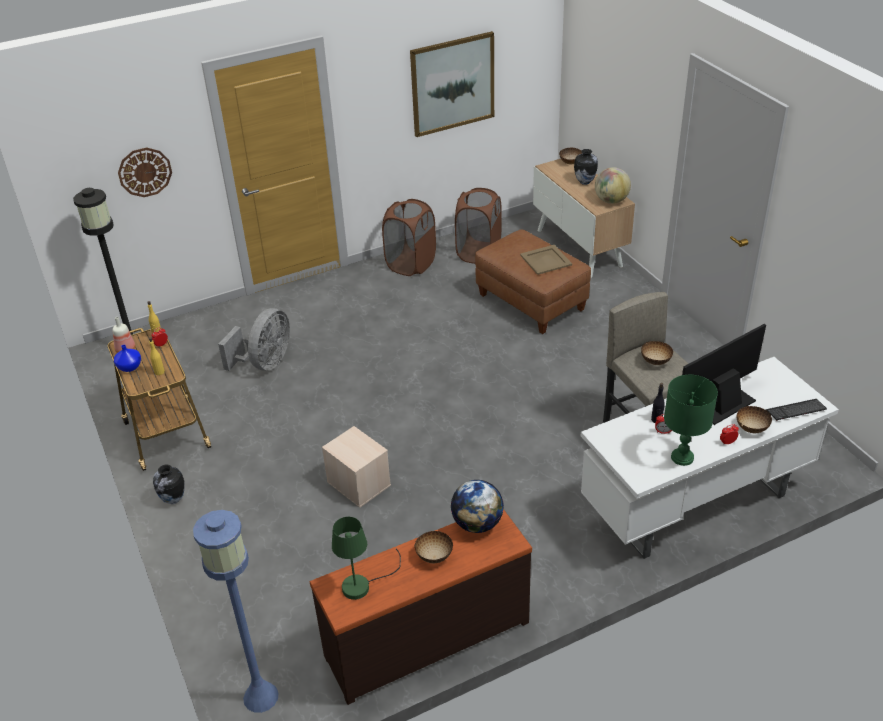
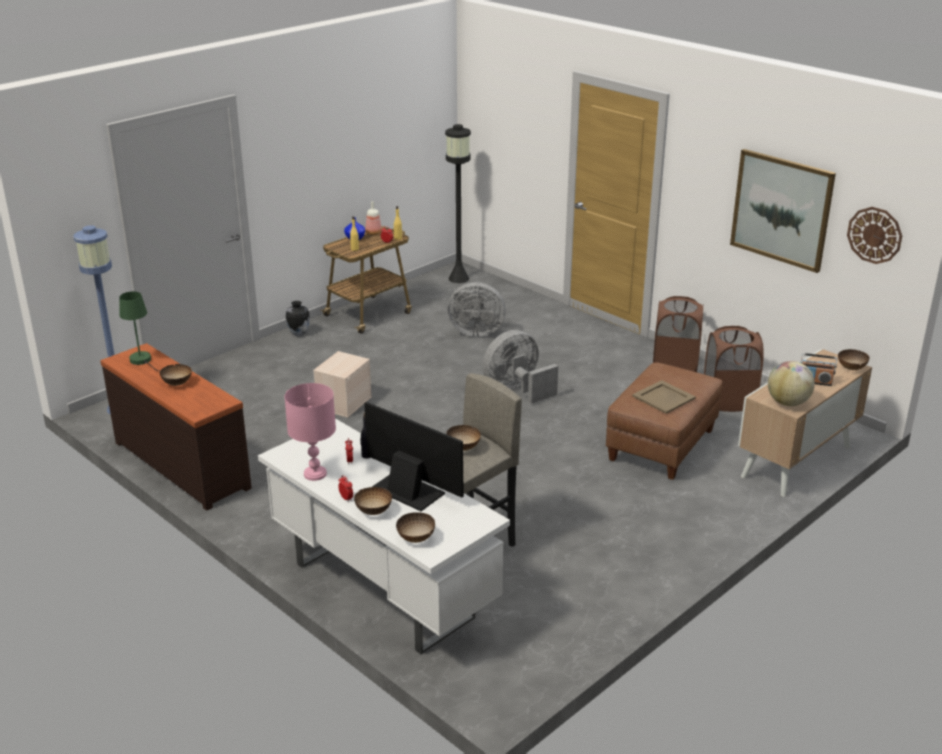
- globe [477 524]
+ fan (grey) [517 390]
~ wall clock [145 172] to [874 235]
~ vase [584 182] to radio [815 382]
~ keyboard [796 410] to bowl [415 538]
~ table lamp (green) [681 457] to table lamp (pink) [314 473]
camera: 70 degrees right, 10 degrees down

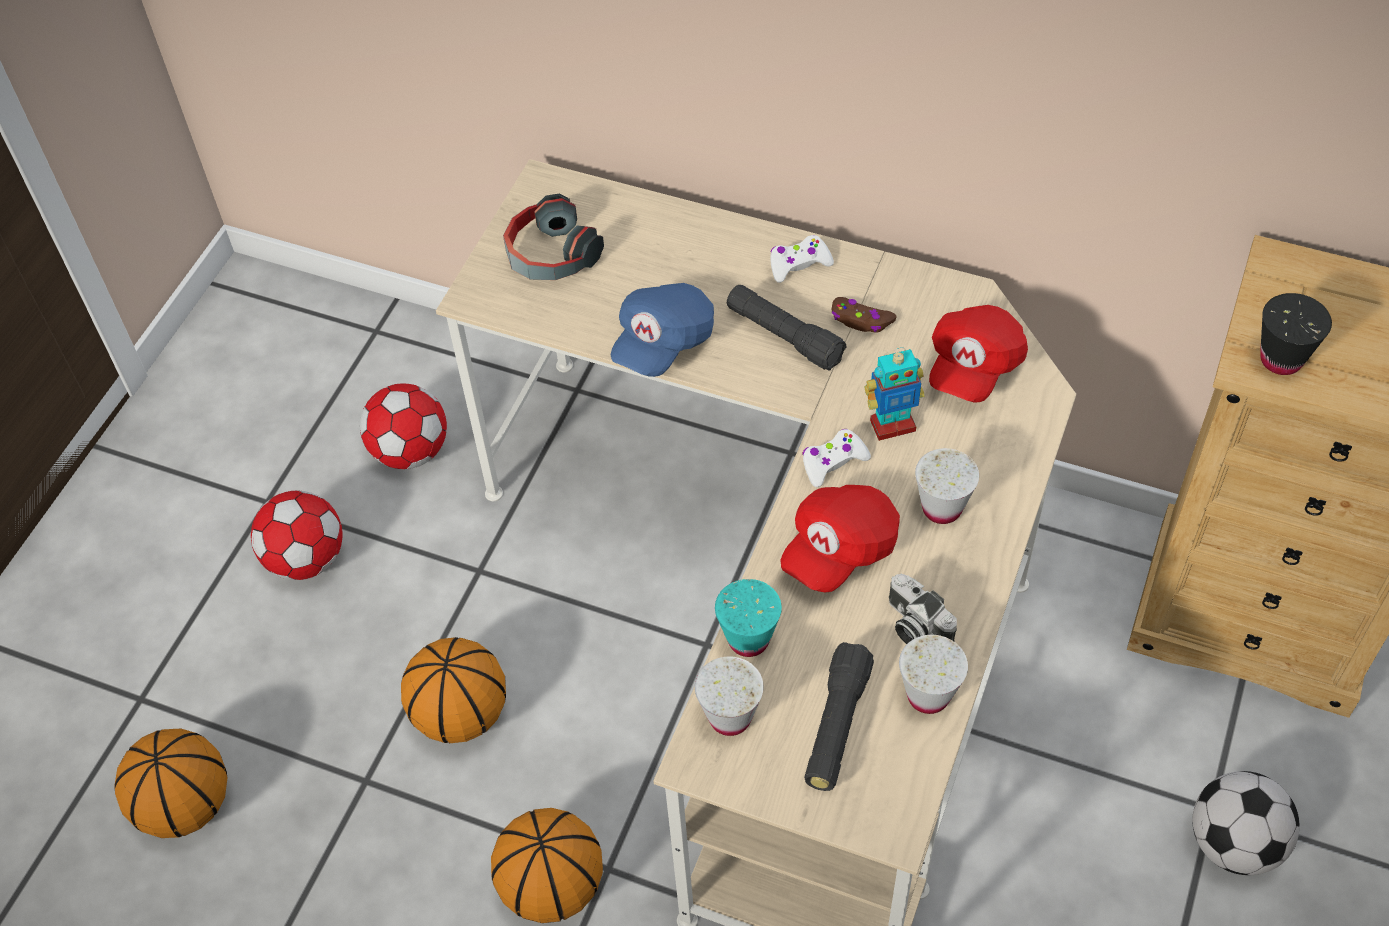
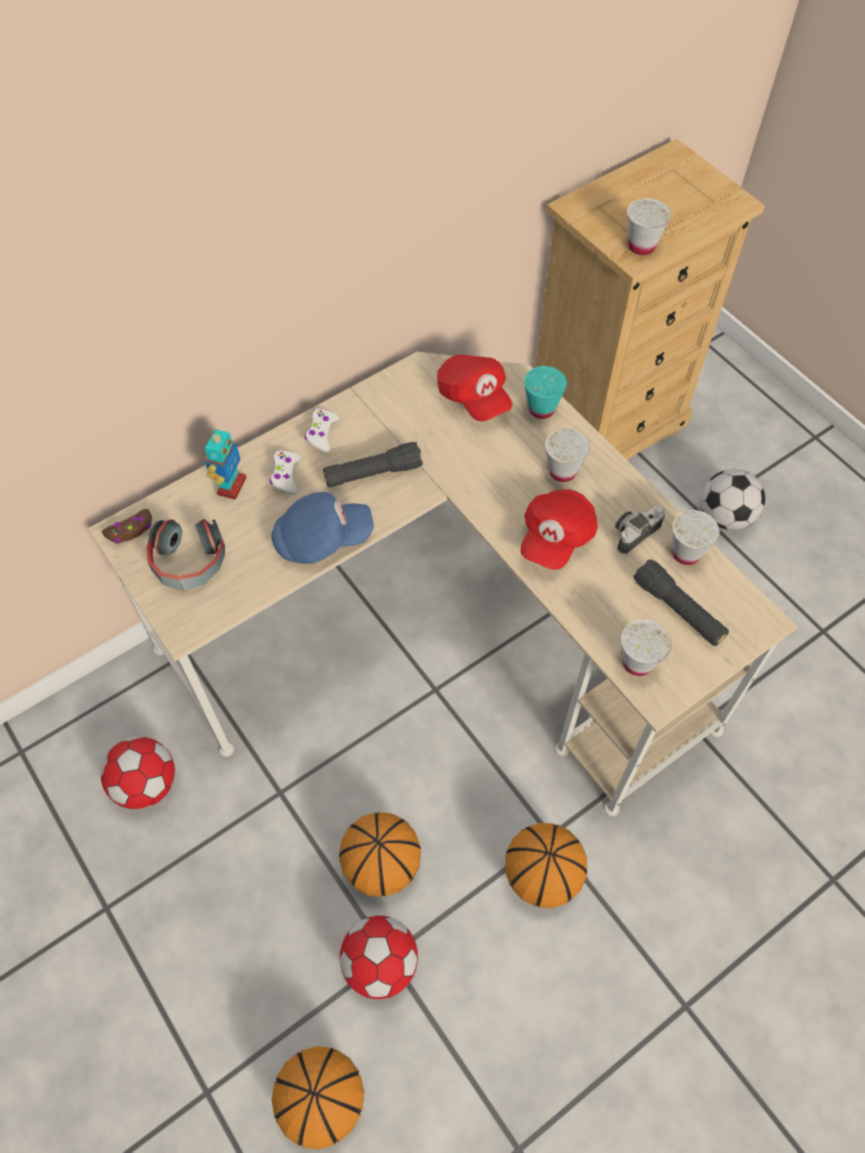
~ football [306 559] to [380 963]
~ cup (turquoise) [748 639] to [541 409]
~ game controller (white) [833 462] to [286 475]
~ game controller (brown) [861 320] to [131 530]
~ toy robot [892 425] to [231 486]
~ cup (black) [1281 359] to cup (white) [641 246]
~ cap (blue) [663 343] = [322 539] 75 degrees counterclockwise
~ cap (red) [839 549] = [555 537] 45 degrees clockwise
~ photo camera [914 626] = [634 532] 150 degrees clockwise
camera: 60 degrees left, 5 degrees up

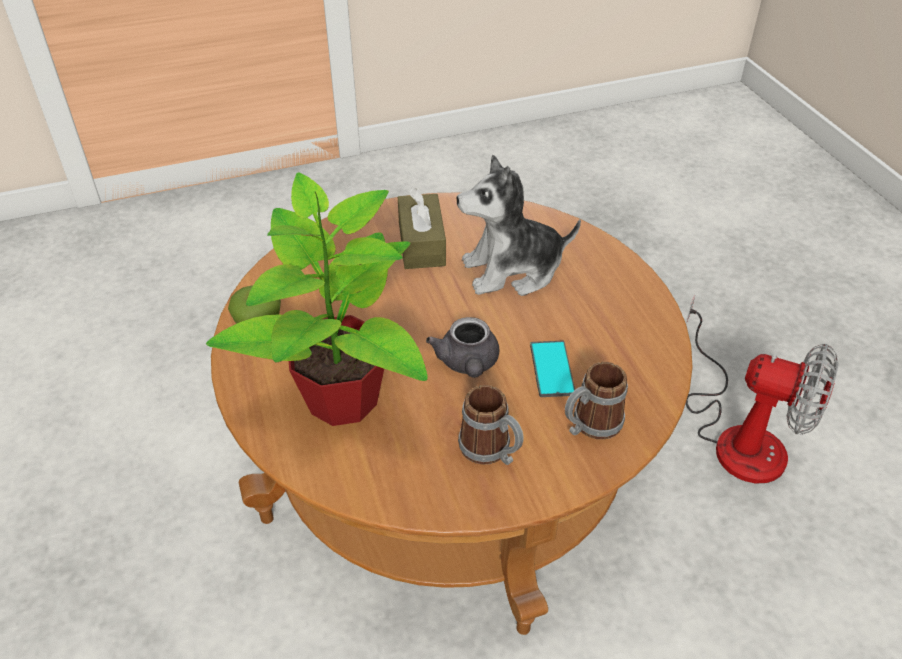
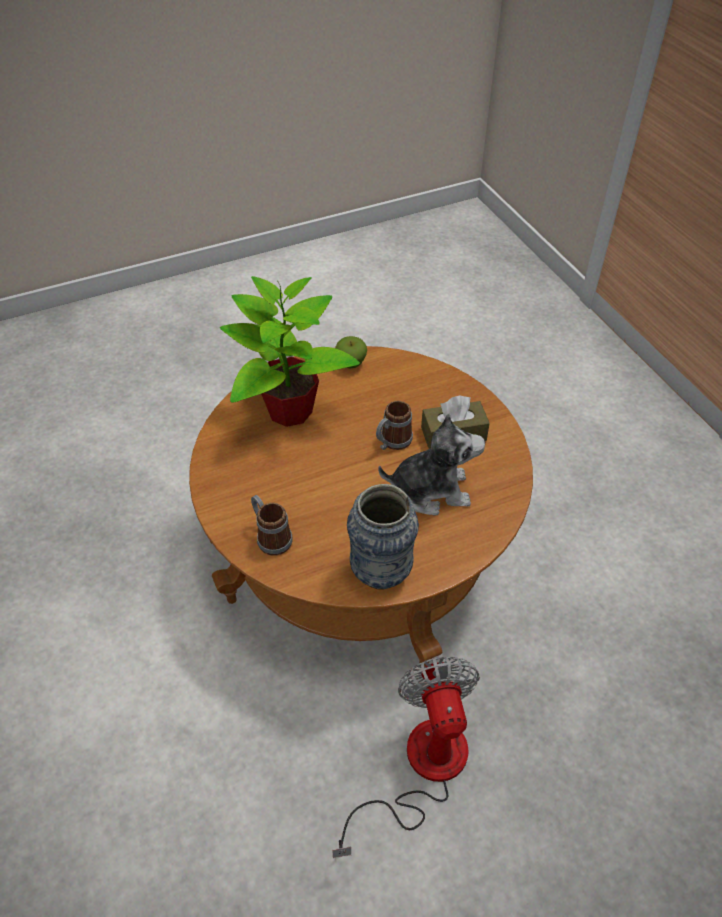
- teapot (grey) [468 364]
- phone [551 369]
+ vase [381 572]
~ mug [491 451] to [392 442]
~ plush toy [512 271] = [431 490] 105 degrees clockwise
~ fan [738 434] = [421 768] 150 degrees clockwise
camera: 85 degrees right, 5 degrees up

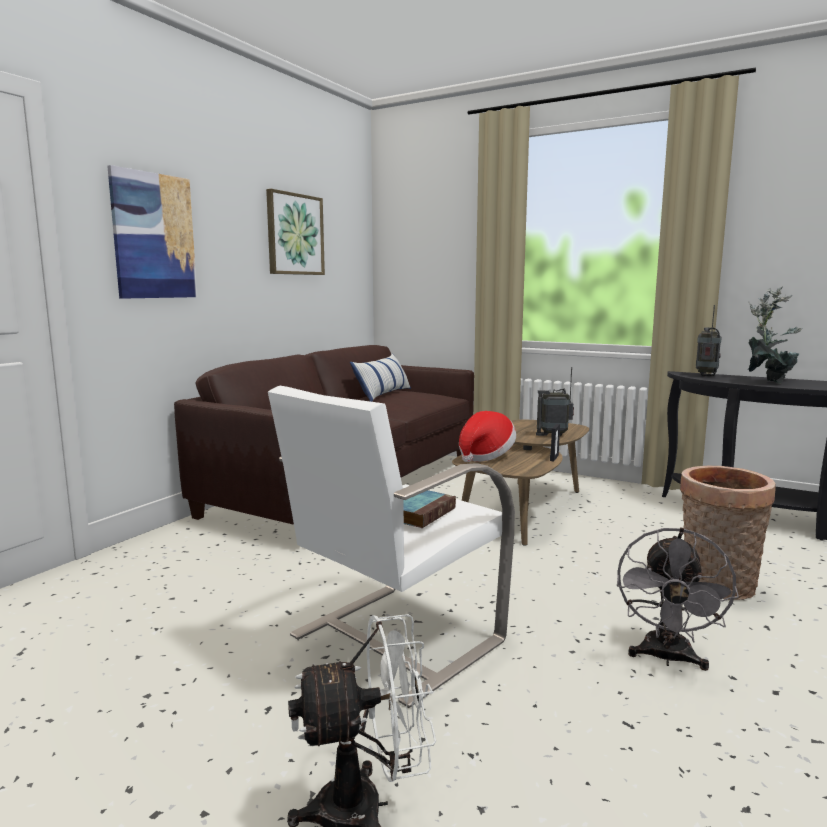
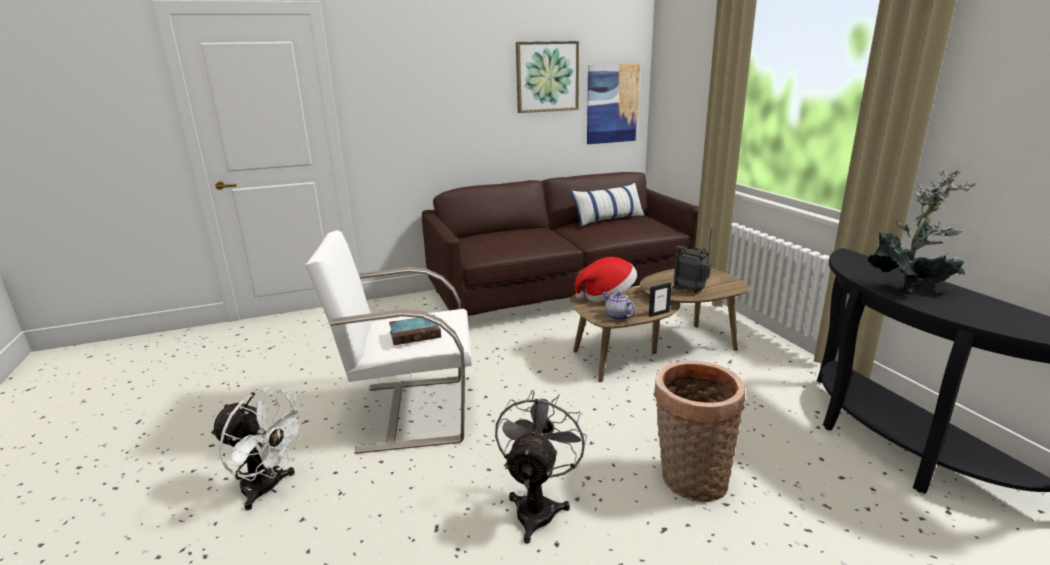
- radio [706 375]
+ teapot [617 317]
~ picture [154 236] to [612 104]
~ fan (grey) [667 658] = [538 507] 135 degrees clockwise
camera: 40 degrees right, 10 degrees up

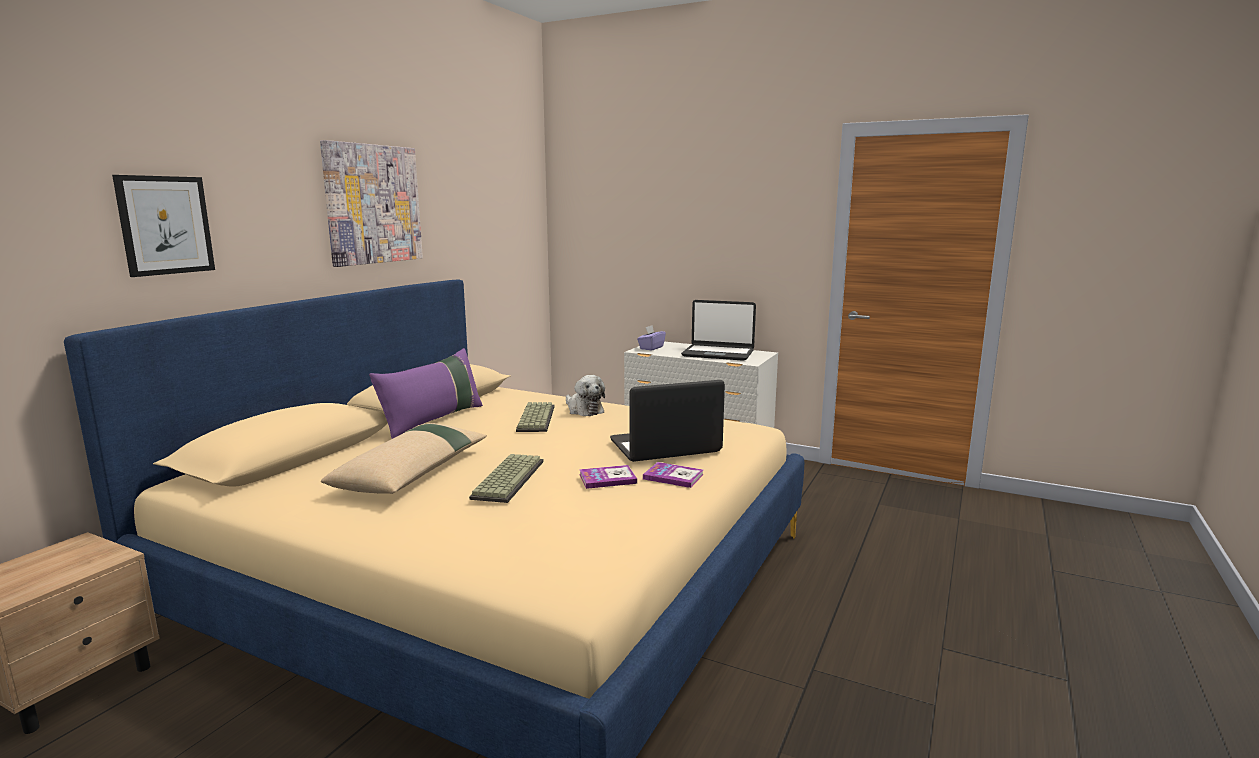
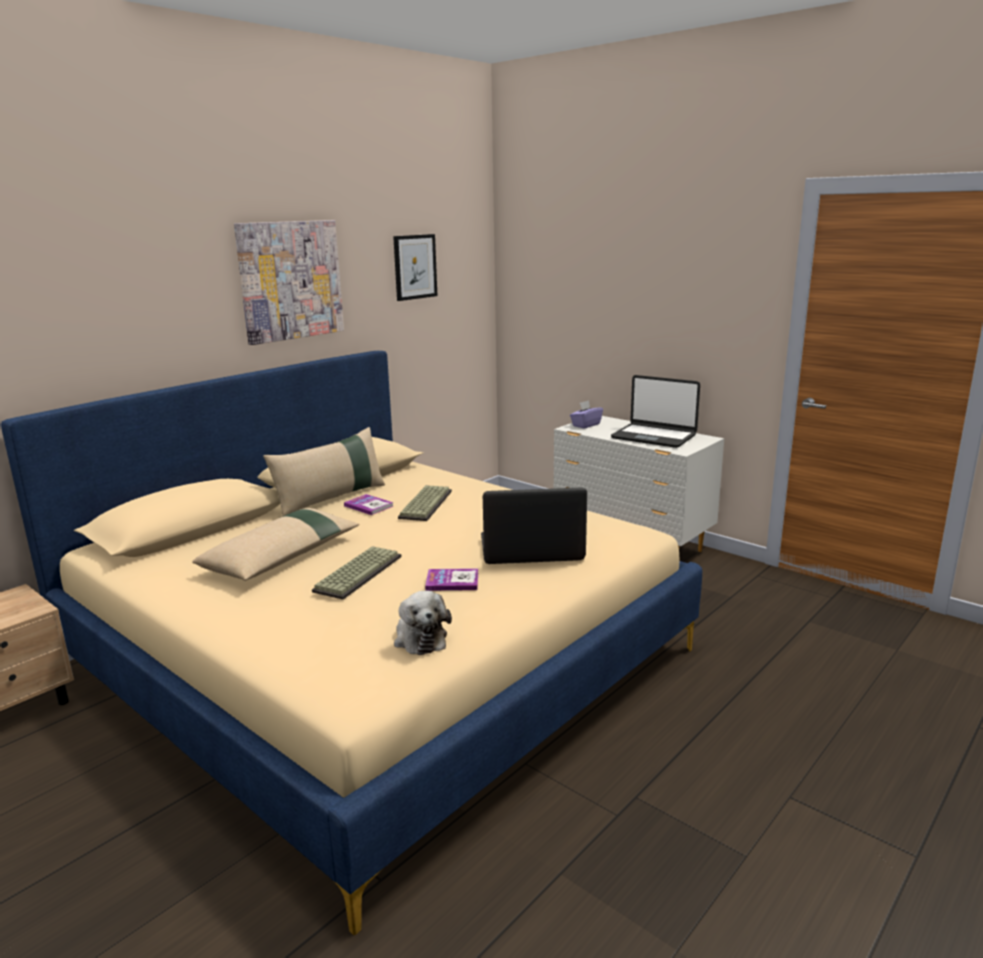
~ picture [165 225] to [415 267]
~ plush toy [584 410] to [419 638]
~ book [673 476] to [368 506]
~ pillow (purple) [433 420] to pillow (beige) [331 499]
camera: 15 degrees right, 5 degrees up

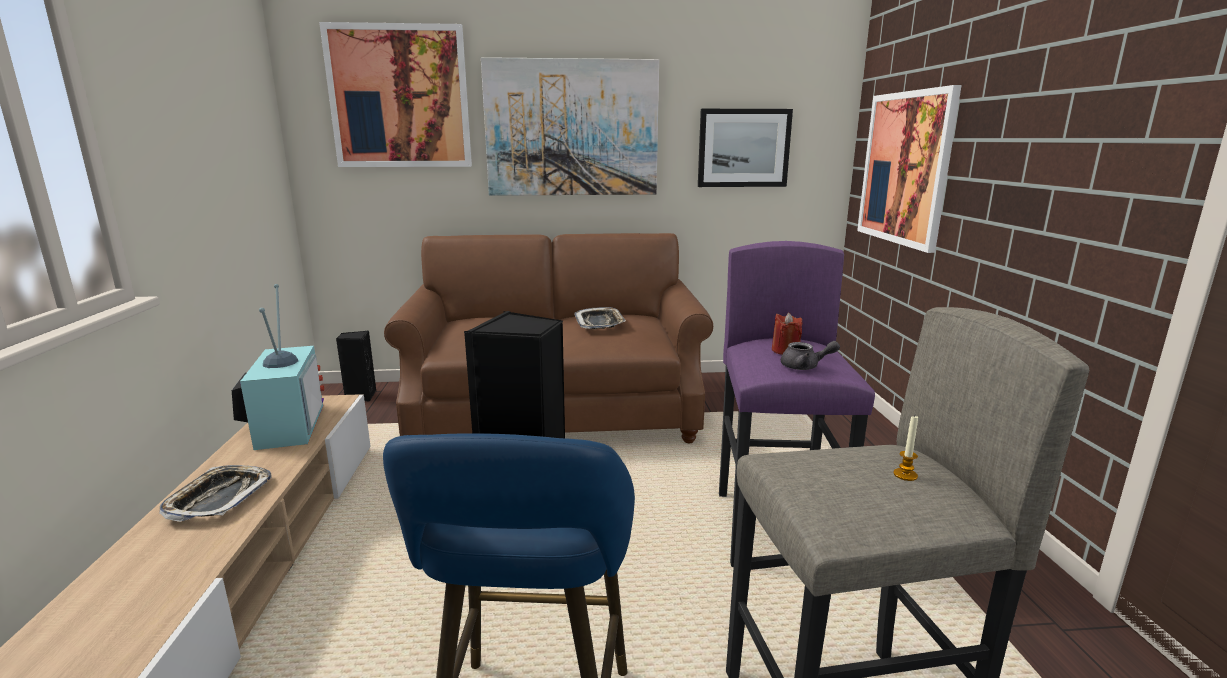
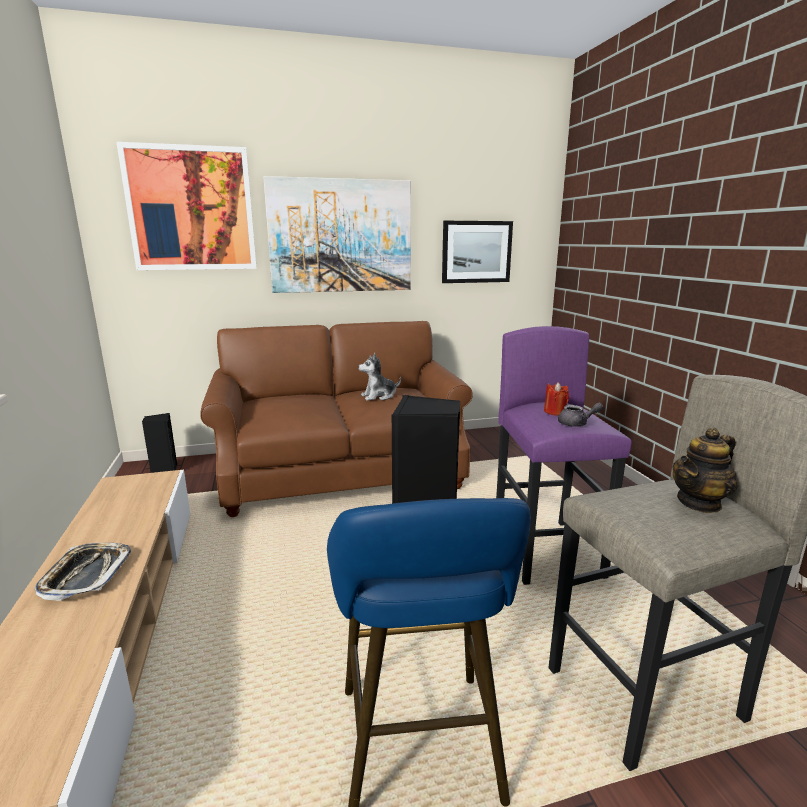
- television [285 426]
- picture [905 168]
~ tray [600 323] to plush toy [379 396]
~ candle [905 475] to teapot [699 502]
camera: 10 degrees left, 0 degrees up

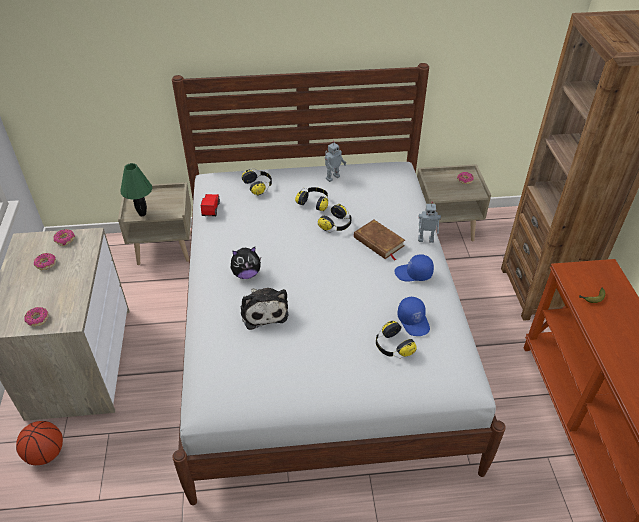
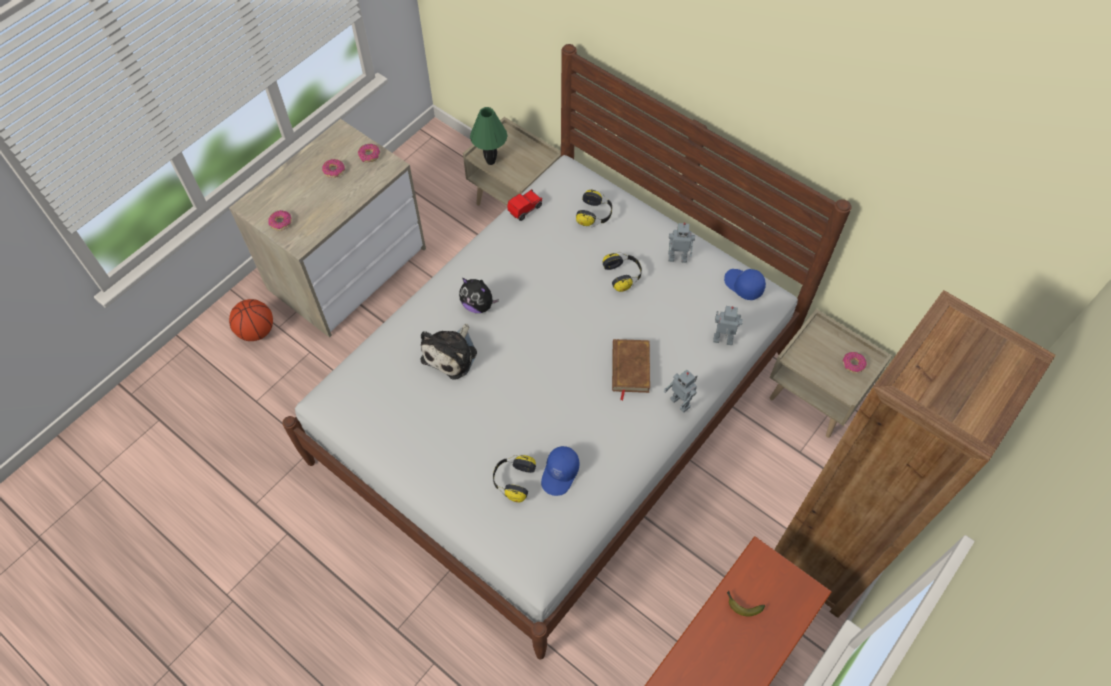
- headphones [336 225]
+ toy robot [722 341]
~ cap (blue) [413 274] to [743 286]
camera: 45 degrees right, 15 degrees up

